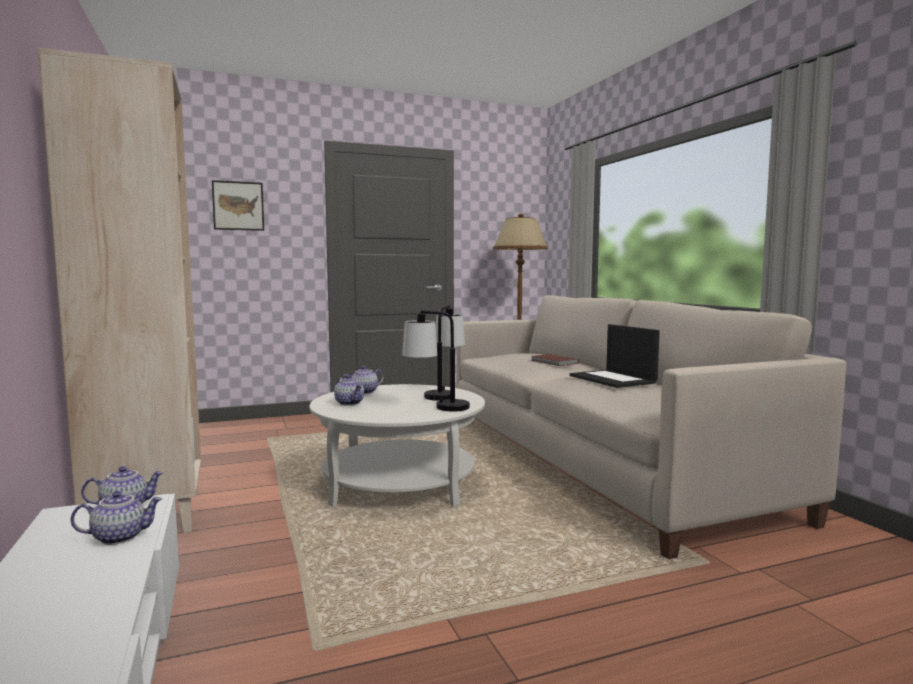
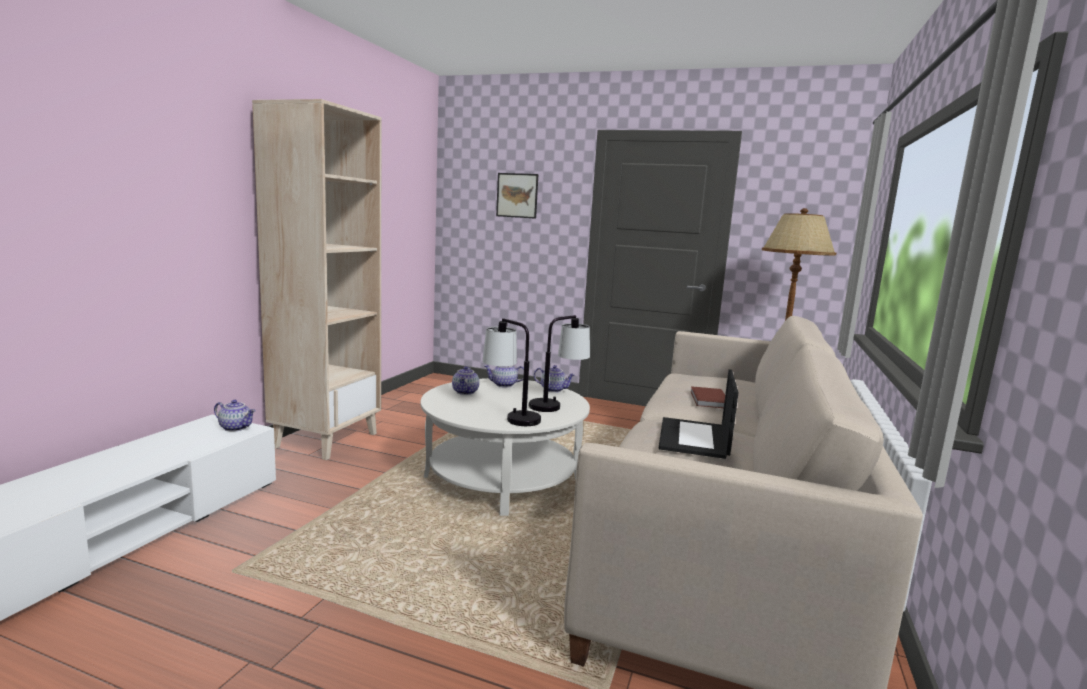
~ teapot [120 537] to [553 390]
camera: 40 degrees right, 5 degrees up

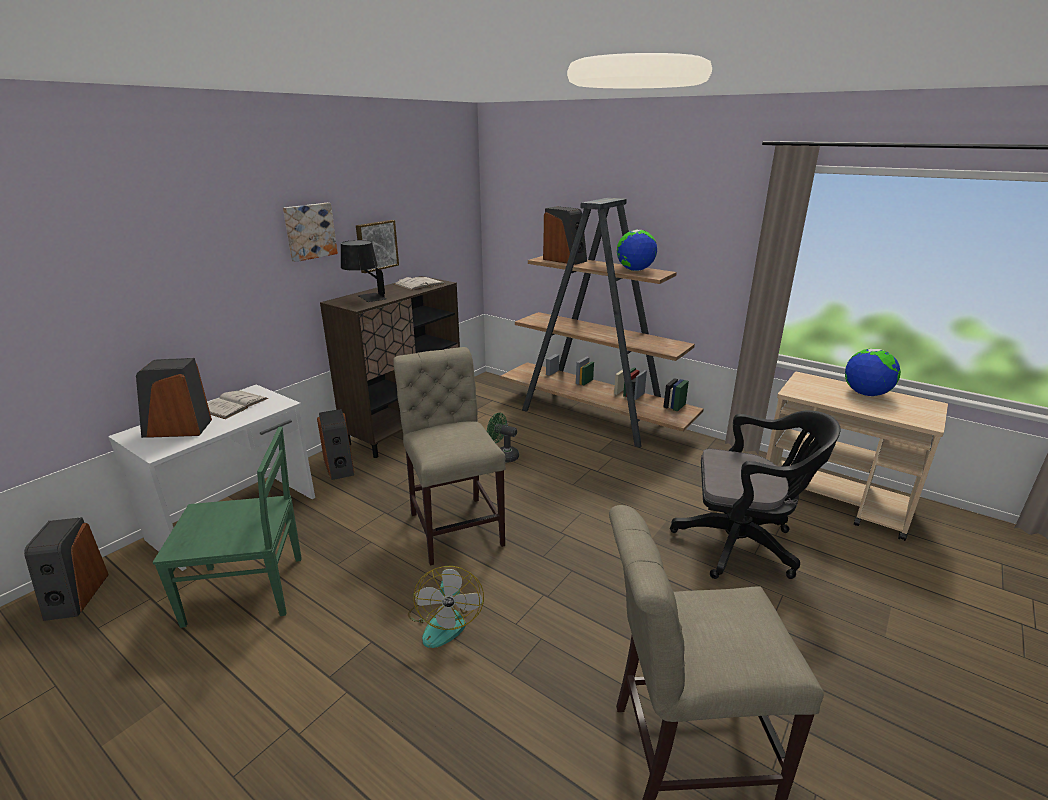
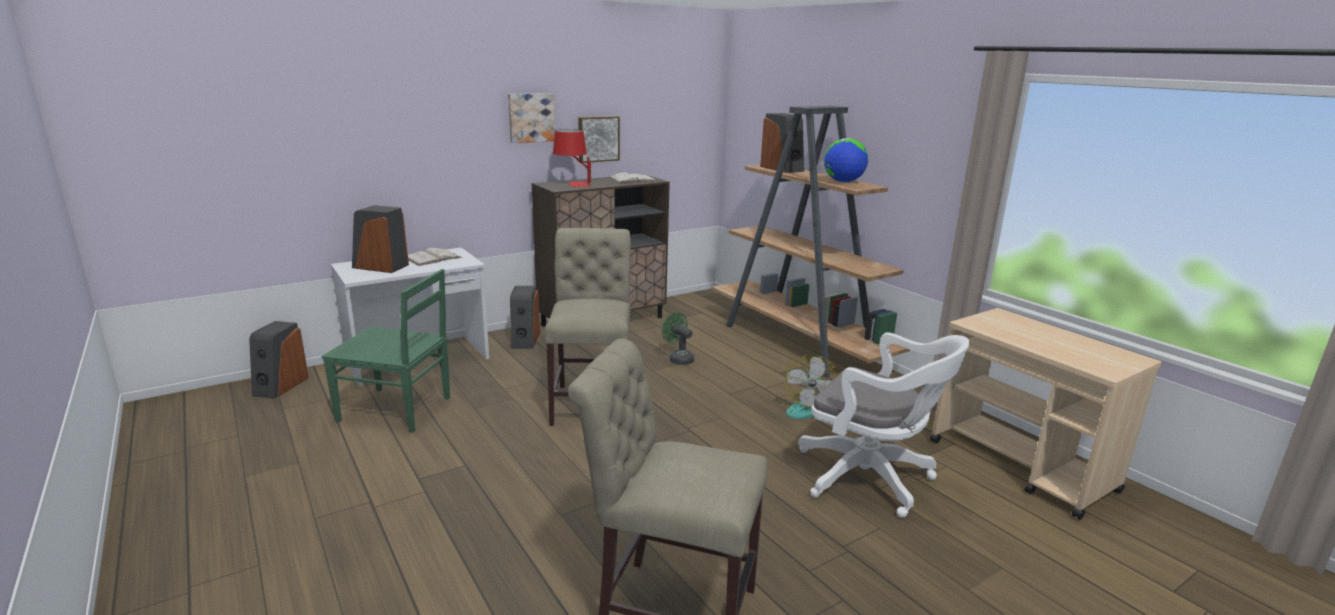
- globe [866 394]
~ fan [445 620] to [804 407]
~ table lamp (black) [365 298] to table lamp (red) [572 184]
~ office chair (black) [742 545] to office chair (white) [871 478]
camera: 20 degrees right, 5 degrees down

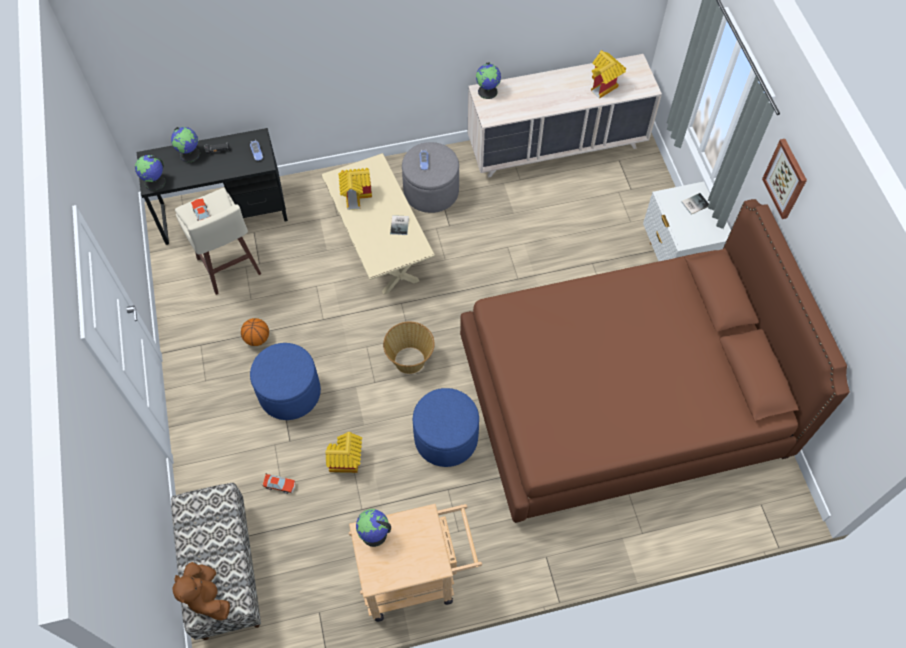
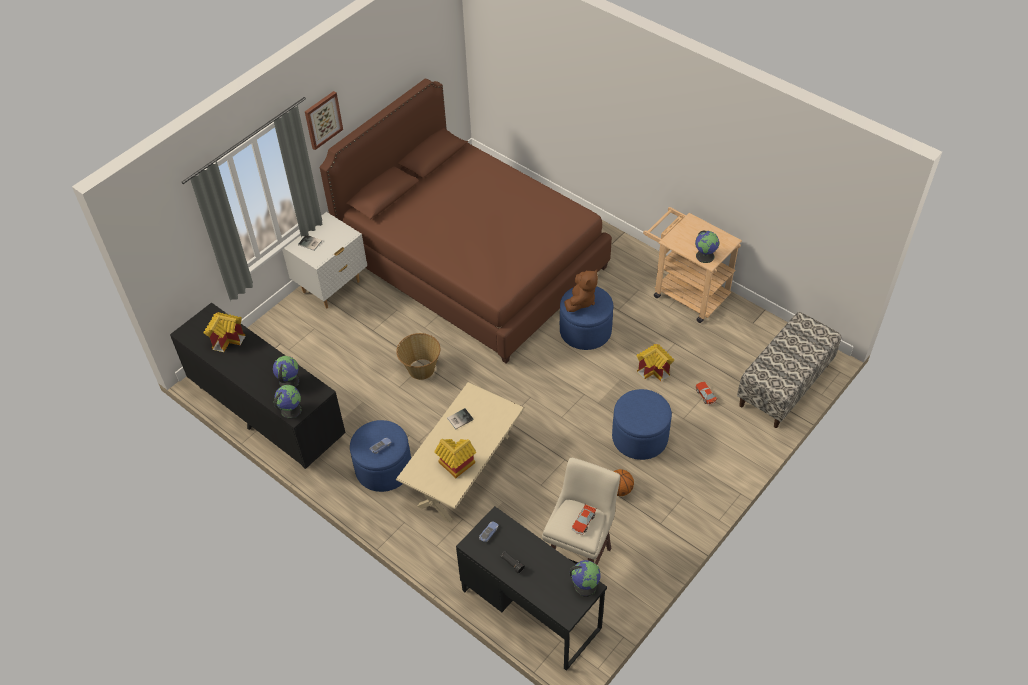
~ globe [190 154] to [289 381]
~ plush toy (brown) [207 596] to [581 301]
~ basket [410 360] to [421 369]
~ ottoman (grey) [431 191] to ottoman (blue) [383 468]
~ dresser (beige) [557 146] to dresser (black) [267 412]
camera: 125 degrees left, 10 degrees down

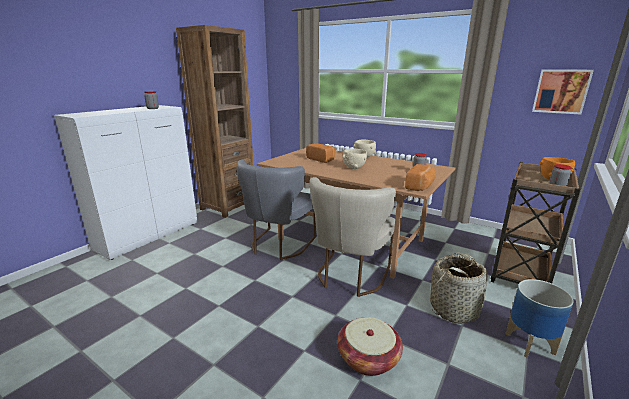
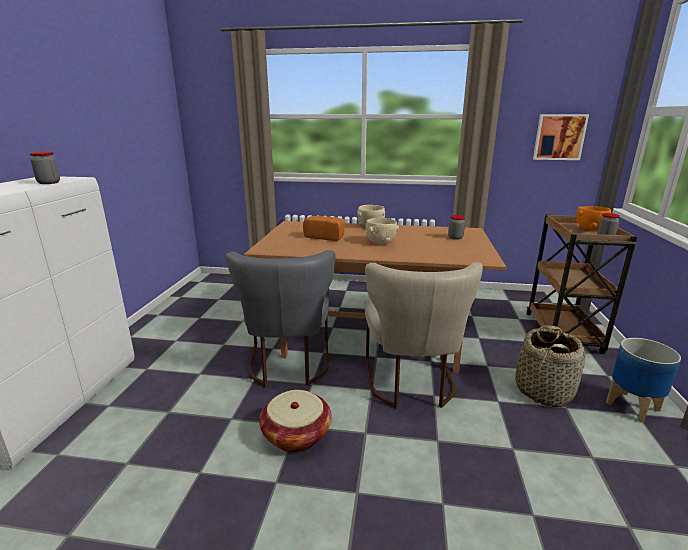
- bookcase (brown) [228 206]
- bread [420 186]
~ basket [368 358] to [296 435]
camera: 25 degrees left, 0 degrees up

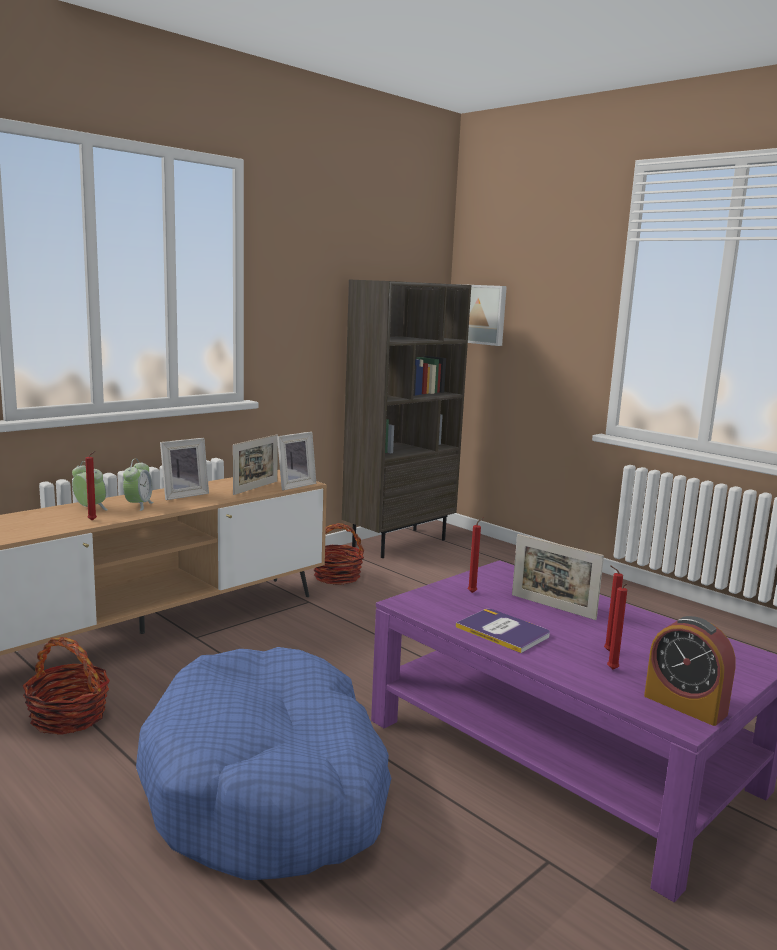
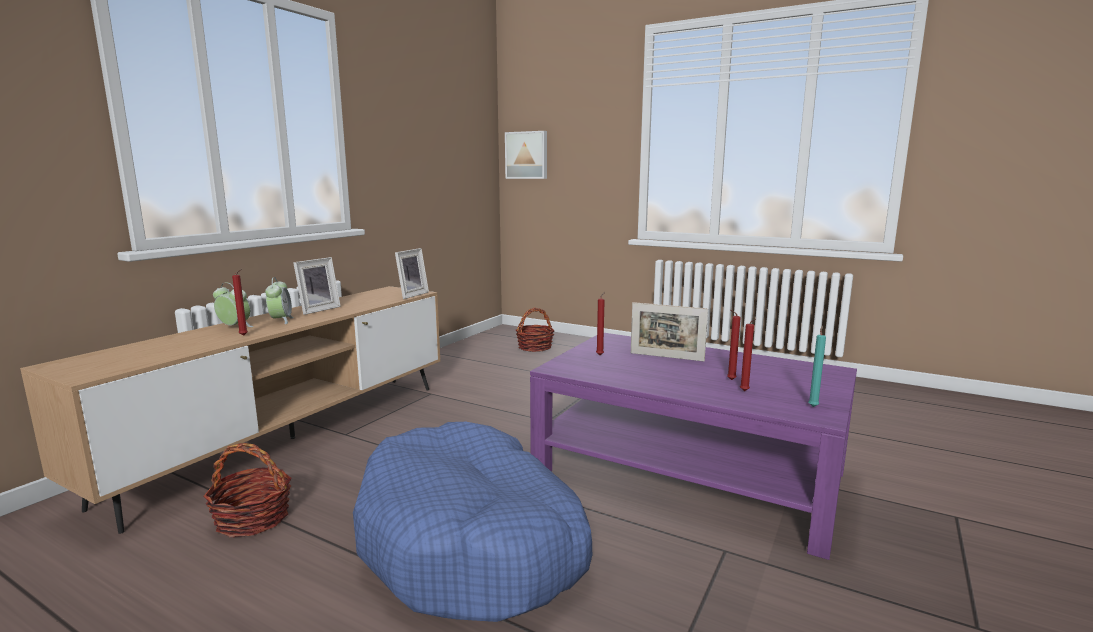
- picture frame [256 487]
- bookcase (brown) [399 542]
- book [503 631]
~ basket [337 577] to [535 347]
~ alarm clock [685 705] to candle (turquoise) [813 406]
camera: 15 degrees left, 0 degrees up

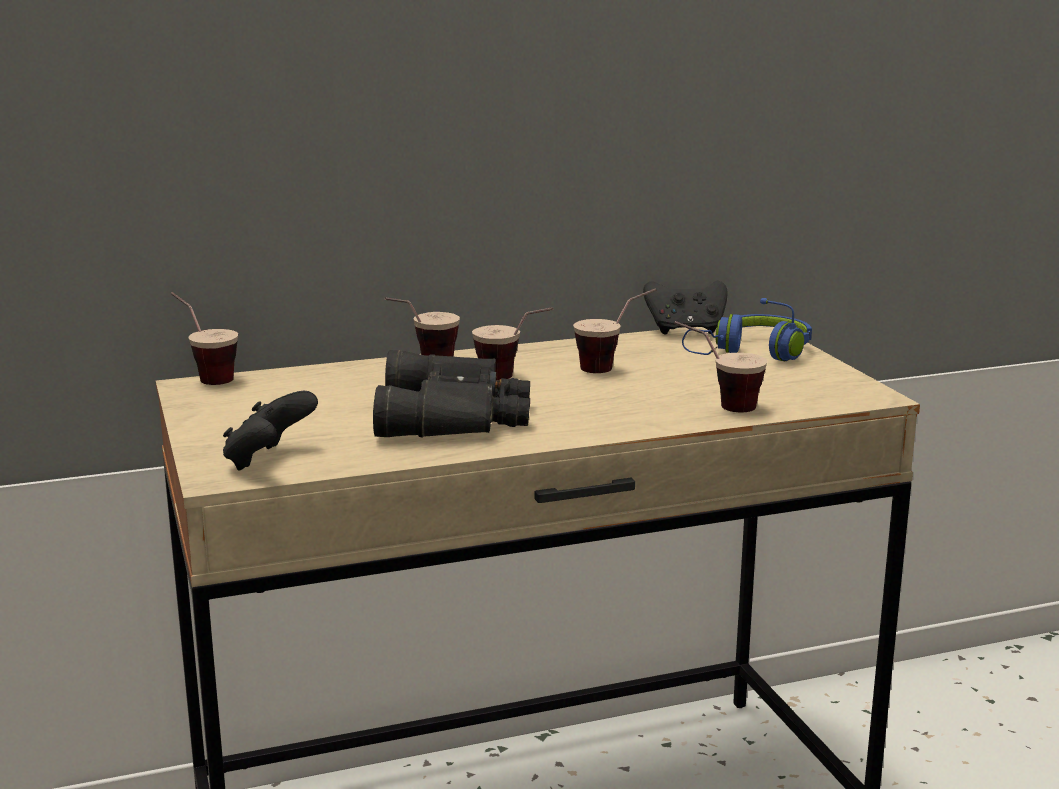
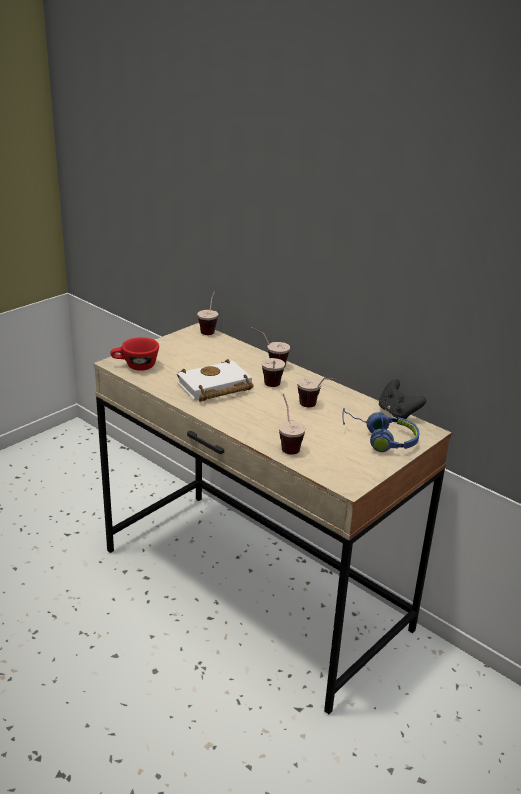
~ game controller (black) [268 461] to cup (red) [135 366]
~ binoculars (black) [456 416] to book (white) [214 388]
camera: 60 degrees right, 10 degrees up

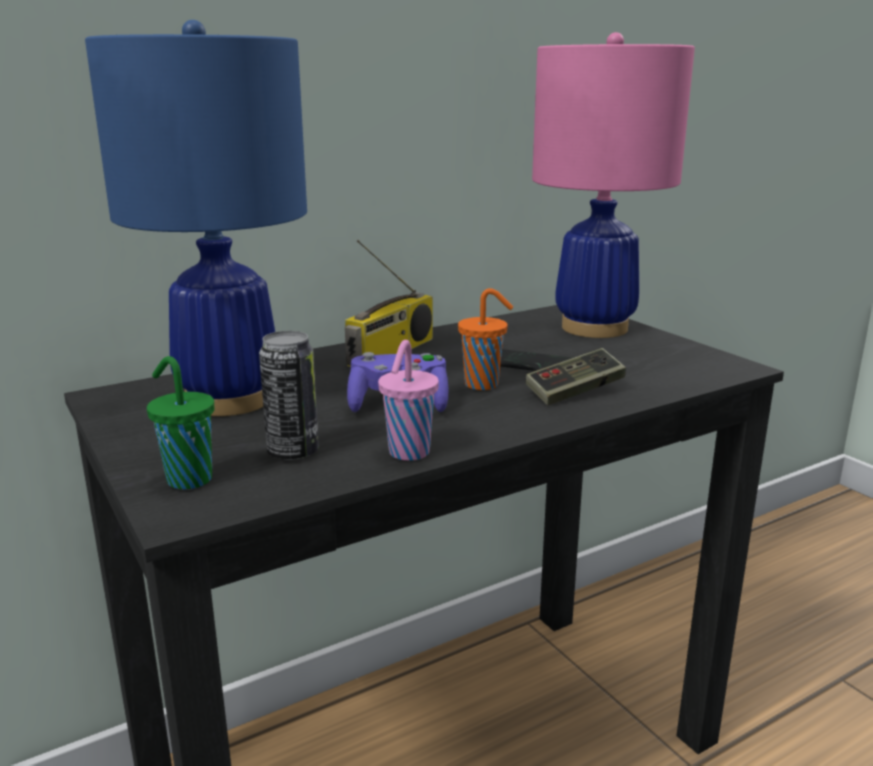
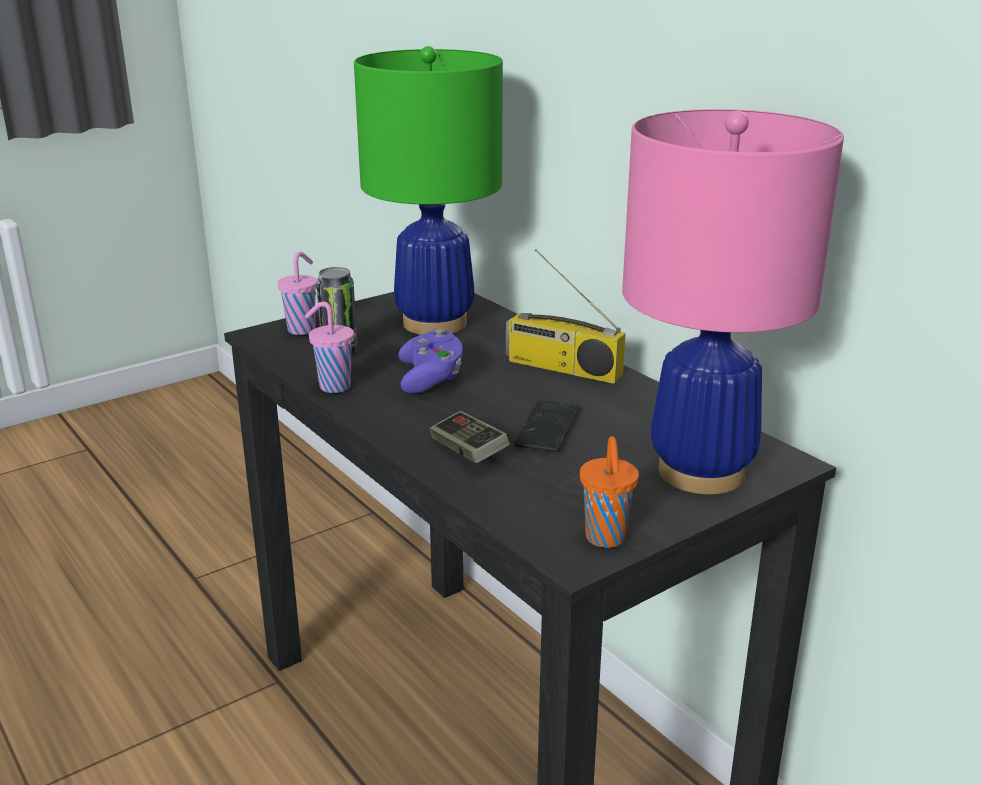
~ cup (orange) [484 385] to [606 539]
~ table lamp (blue) [228 400] to table lamp (green) [434 323]
~ cup (green) [187 479] to cup (pink) [303 329]
camera: 85 degrees right, 5 degrees up

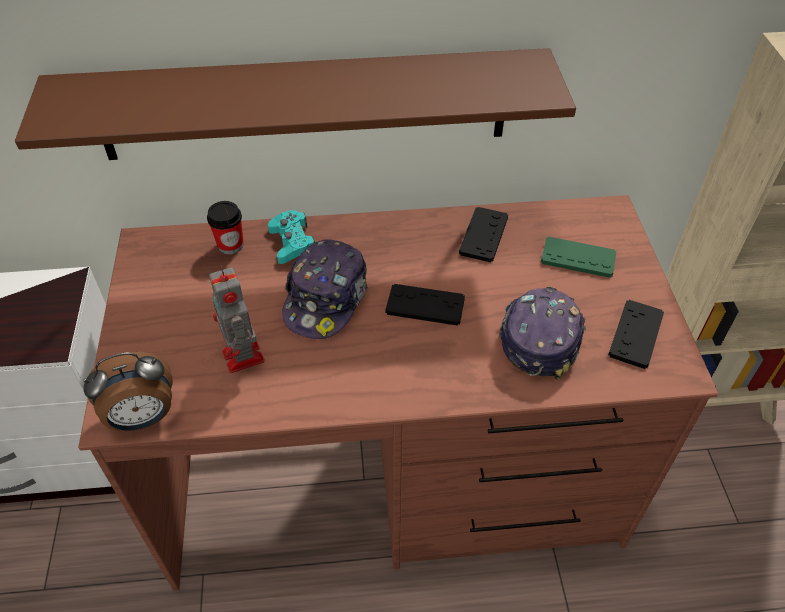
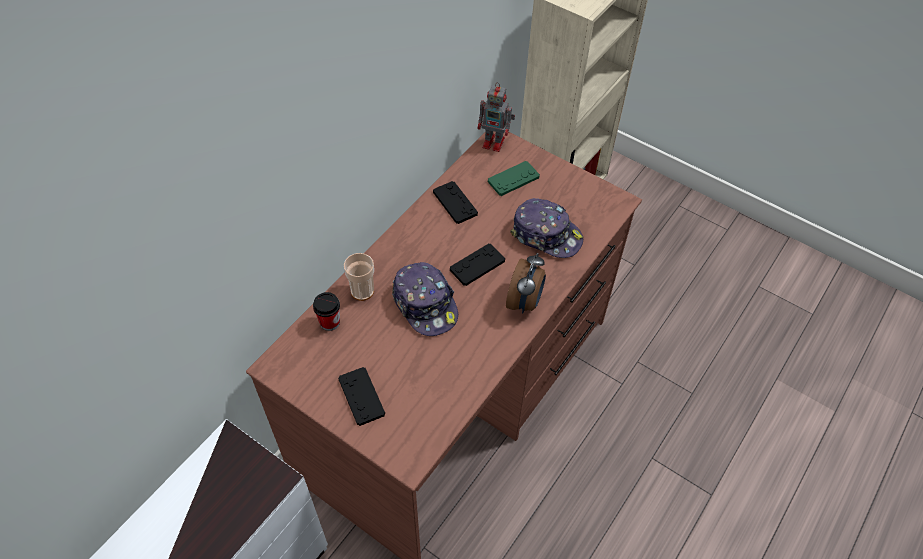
- shelf (brown) [304 105]
~ alarm clock [143 418] to [525 301]
~ toy robot [244 358] to [495 143]
~ game controller (black) [636 334] to [361 396]
~ game controller (turquoise) [292 242] to cup [362 291]
~ cap [540 336] = [546 235] 150 degrees clockwise
camera: 50 degrees left, 5 degrees up

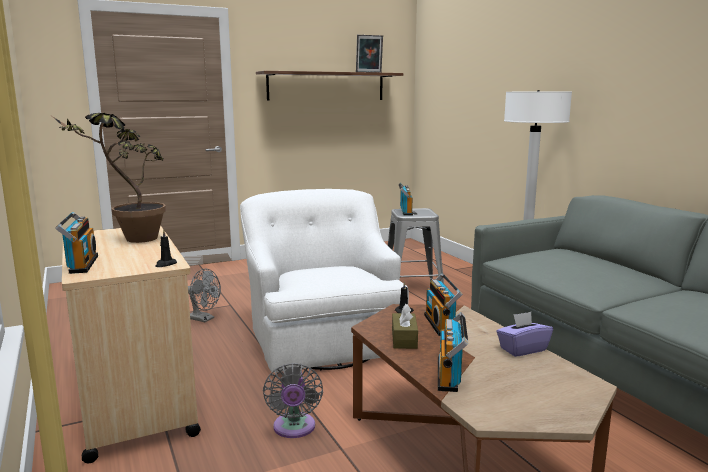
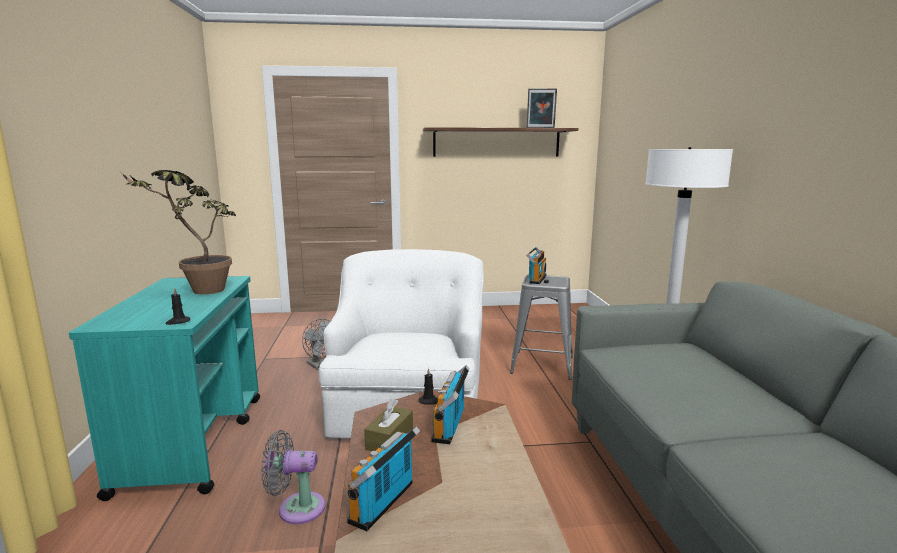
- radio [80 264]
- tissue box (purple) [522 349]
~ cart (beige) [134 400] to cart (turquoise) [194 441]
~ fan (grey) [294 429] = [296 508] 75 degrees clockwise
camera: 20 degrees right, 0 degrees up

